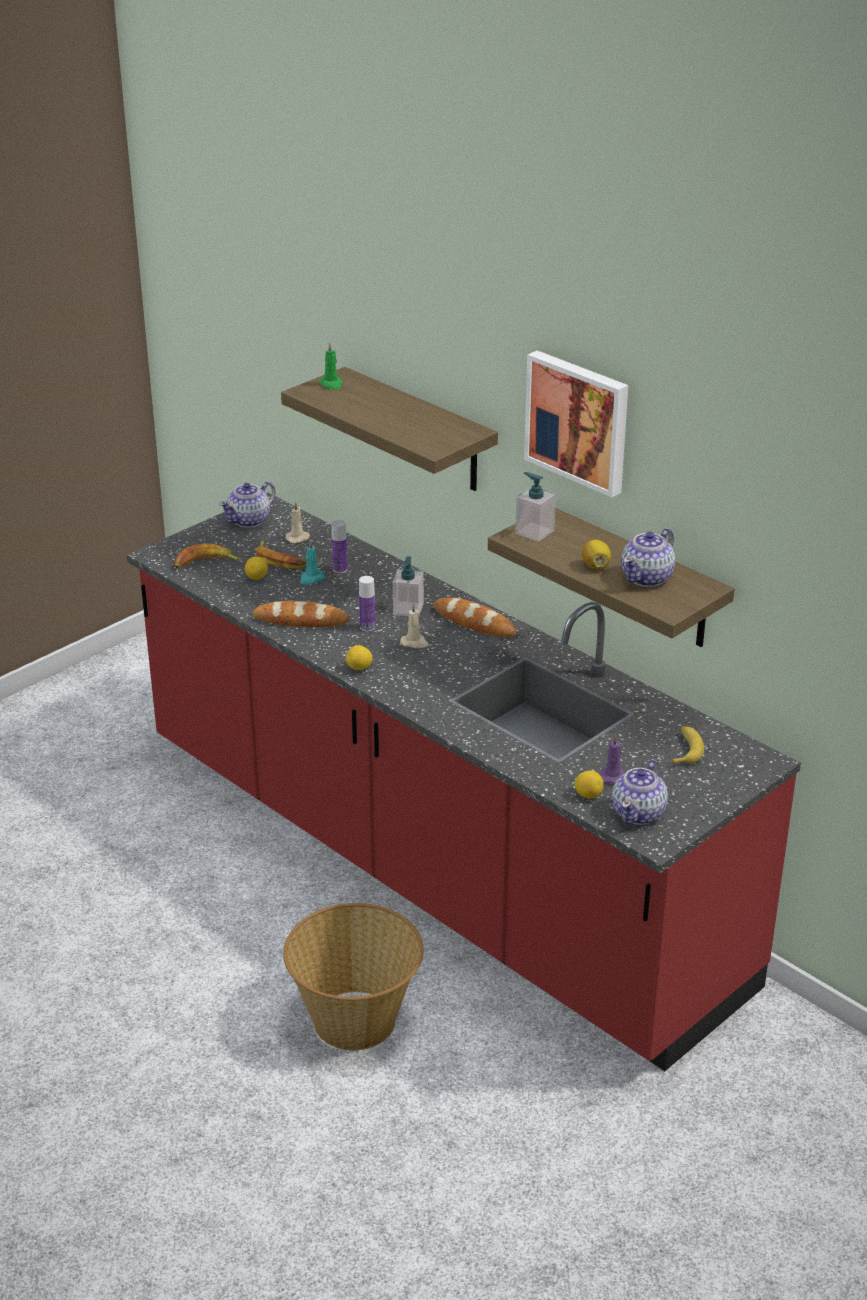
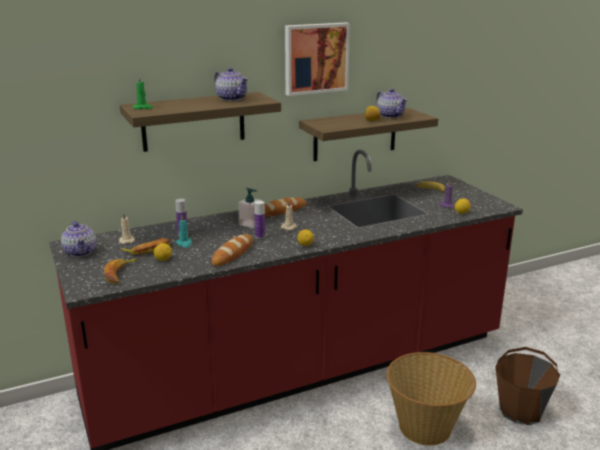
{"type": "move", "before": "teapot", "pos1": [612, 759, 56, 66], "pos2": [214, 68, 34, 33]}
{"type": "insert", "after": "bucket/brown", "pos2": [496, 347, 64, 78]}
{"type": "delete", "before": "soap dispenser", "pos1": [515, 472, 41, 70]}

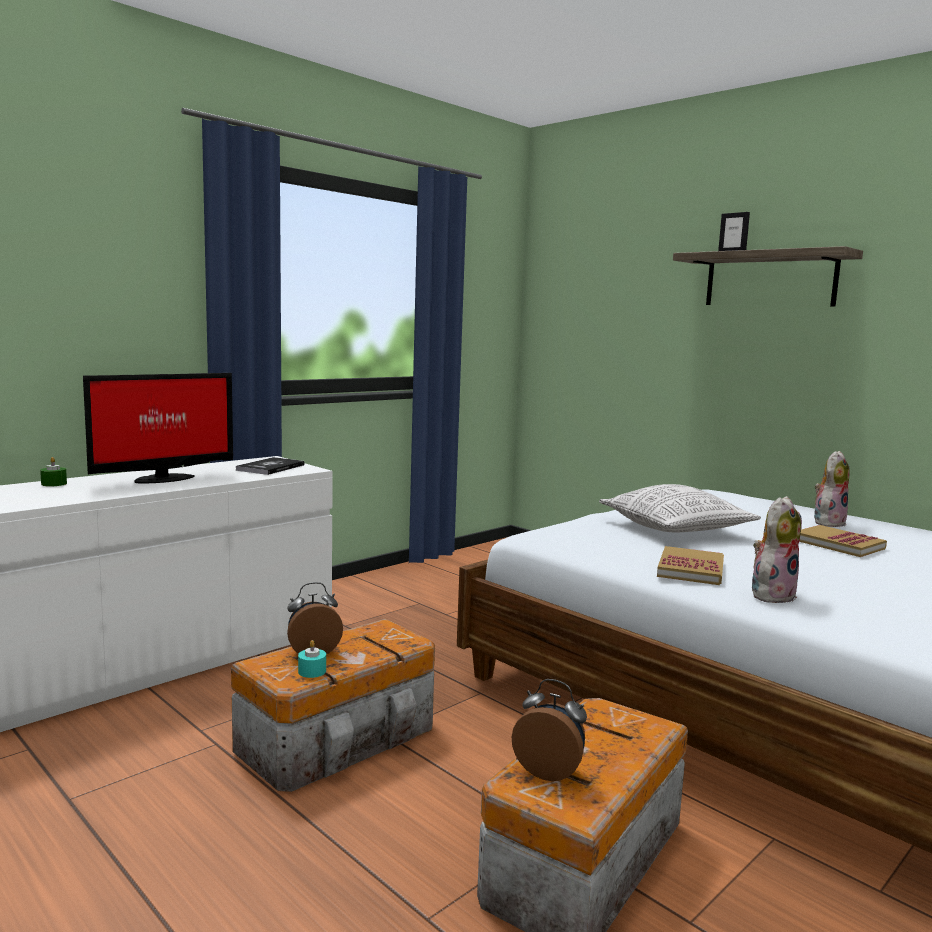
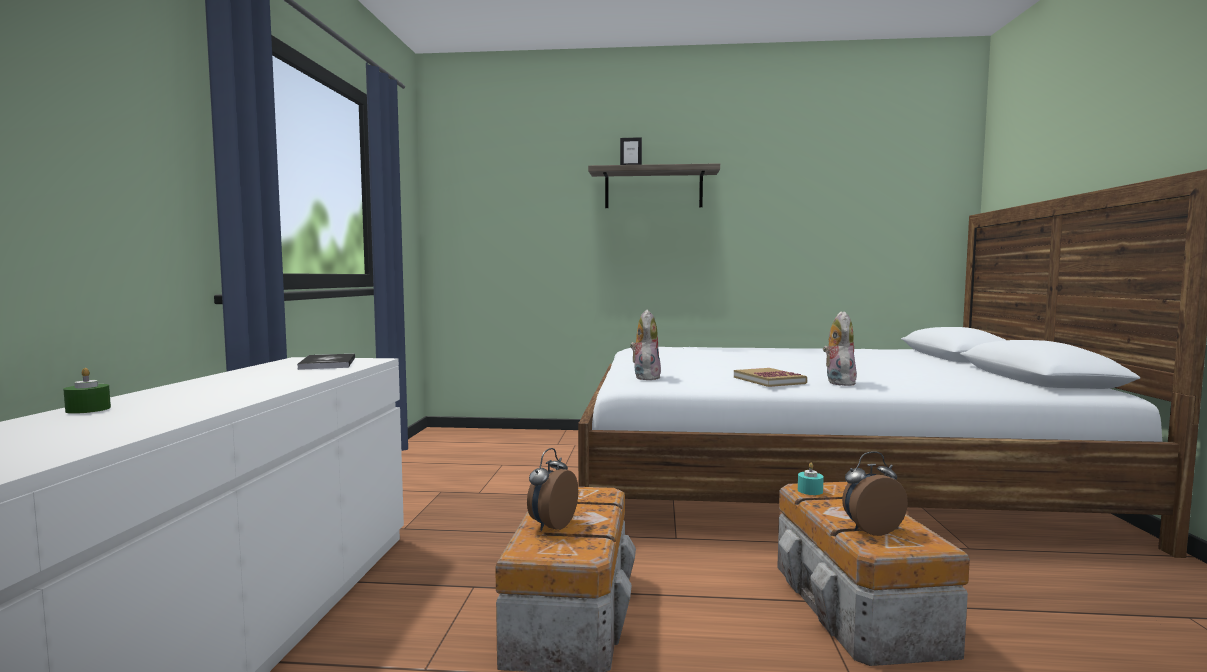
{"type": "move", "before": "plush toy", "pos1": [814, 451, 36, 76], "pos2": [630, 310, 31, 70]}
{"type": "move", "before": "candle/turquoise", "pos1": [298, 640, 28, 38], "pos2": [798, 463, 26, 32]}
{"type": "delete", "before": "monitor", "pos1": [83, 373, 150, 110]}
{"type": "delete", "before": "pillow", "pos1": [599, 484, 162, 48]}
{"type": "delete", "before": "book", "pos1": [799, 525, 88, 32]}

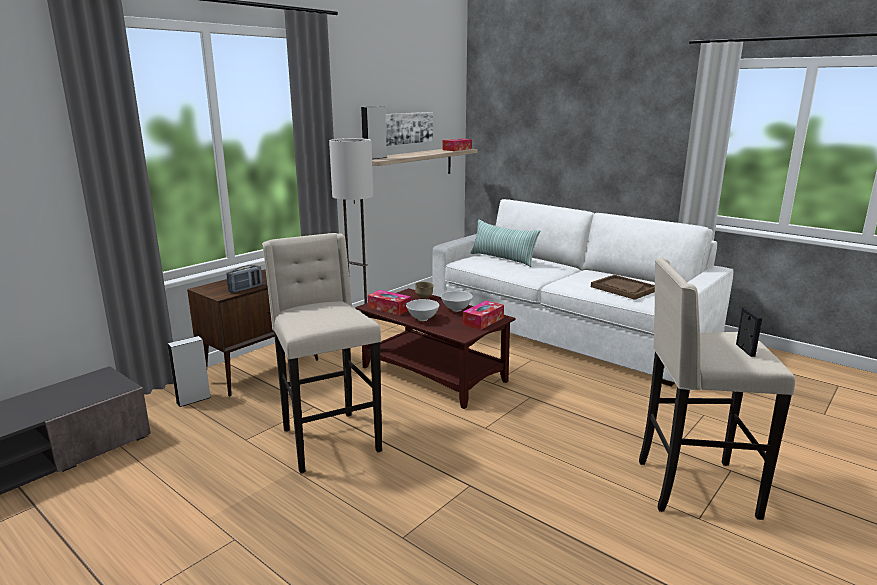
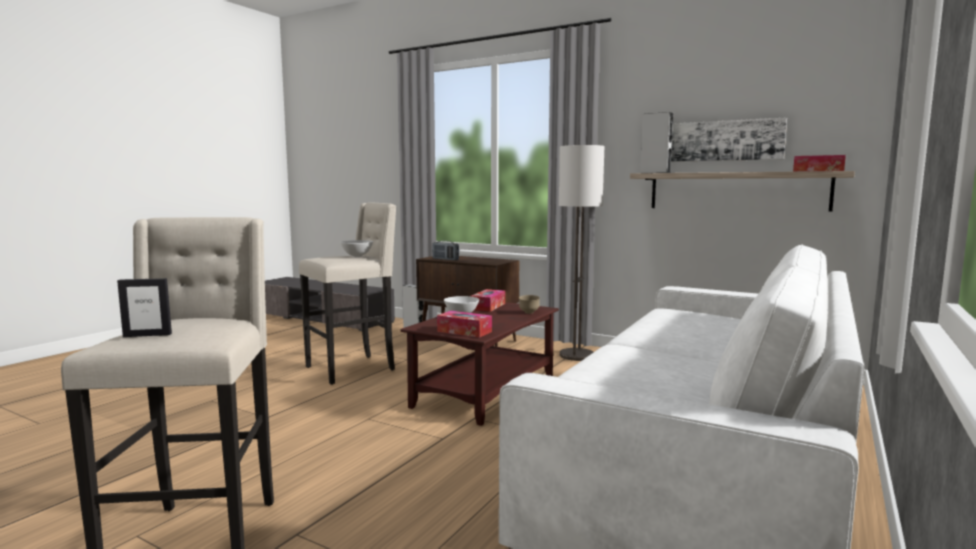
{"type": "move", "before": "bowl/white", "pos1": [441, 291, 32, 21], "pos2": [340, 240, 33, 17]}
{"type": "delete", "before": "pillow", "pos1": [471, 220, 69, 47]}
{"type": "delete", "before": "tray/brown", "pos1": [591, 275, 64, 25]}

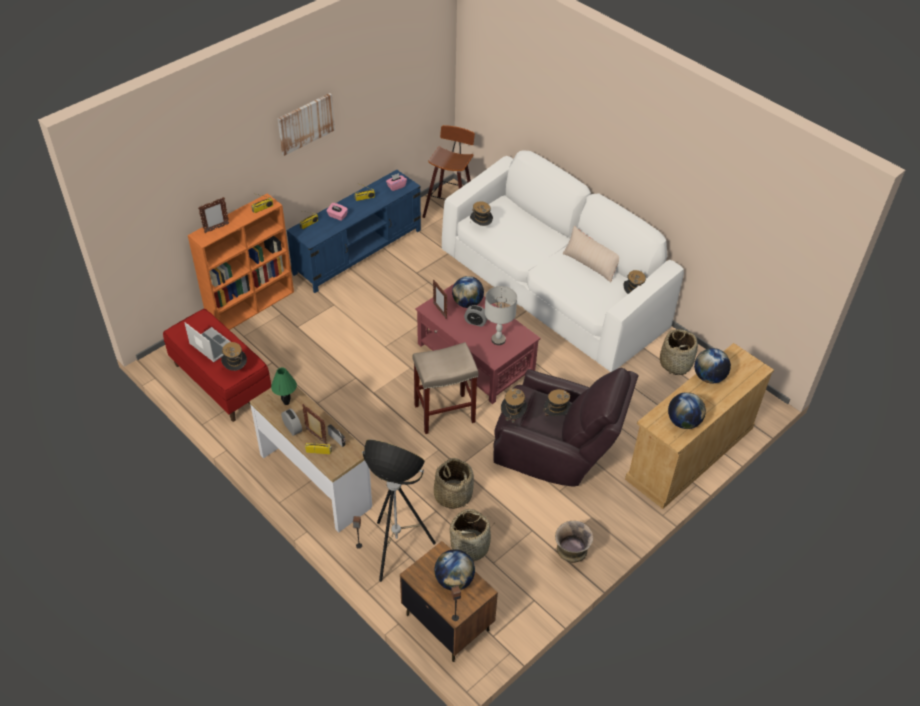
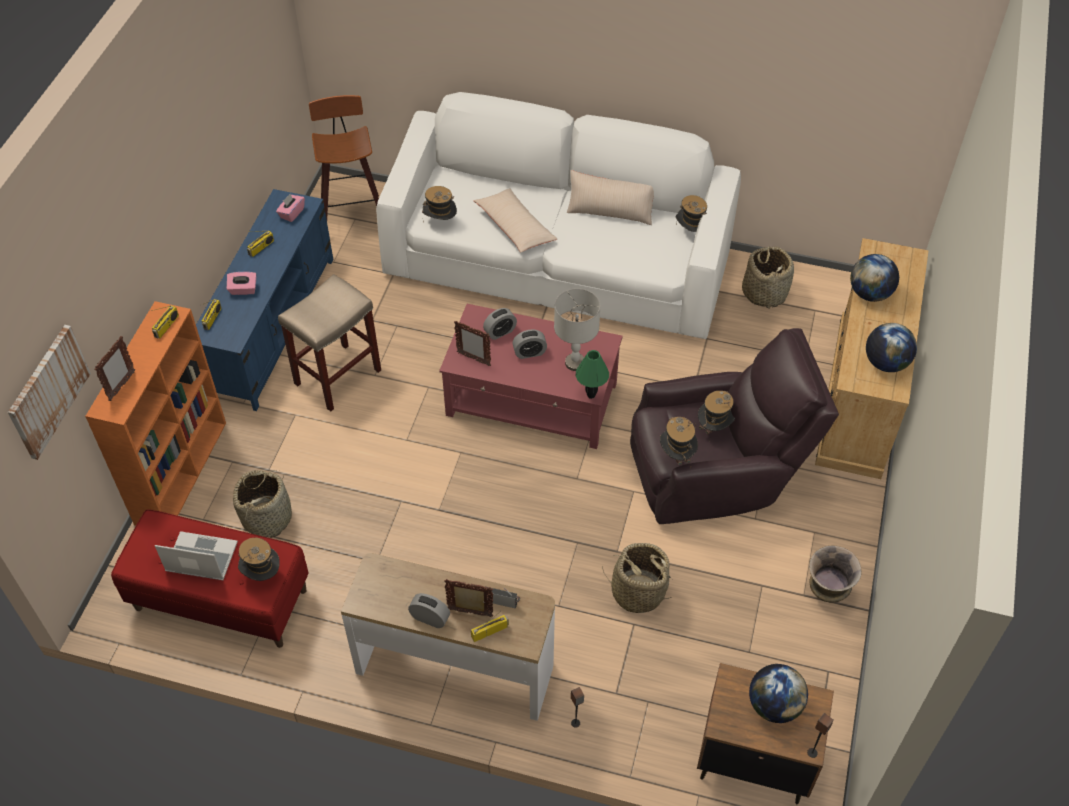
{"type": "move", "before": "picture", "pos1": [278, 93, 57, 63], "pos2": [8, 325, 83, 135]}
{"type": "move", "before": "basket", "pos1": [450, 509, 44, 53], "pos2": [233, 470, 59, 68]}
{"type": "move", "before": "stool/beige", "pos1": [412, 342, 67, 92], "pos2": [278, 274, 103, 138]}
{"type": "insert", "after": "pillow/beige", "pos2": [473, 188, 84, 64]}
{"type": "replace", "before": "globe", "after": "alarm clock", "pos1": [452, 276, 32, 32], "pos2": [483, 308, 34, 32]}
{"type": "move", "before": "table lamp/green", "pos1": [271, 367, 26, 38], "pos2": [576, 350, 33, 49]}
{"type": "delete", "before": "floor lamp", "pos1": [362, 439, 74, 143]}

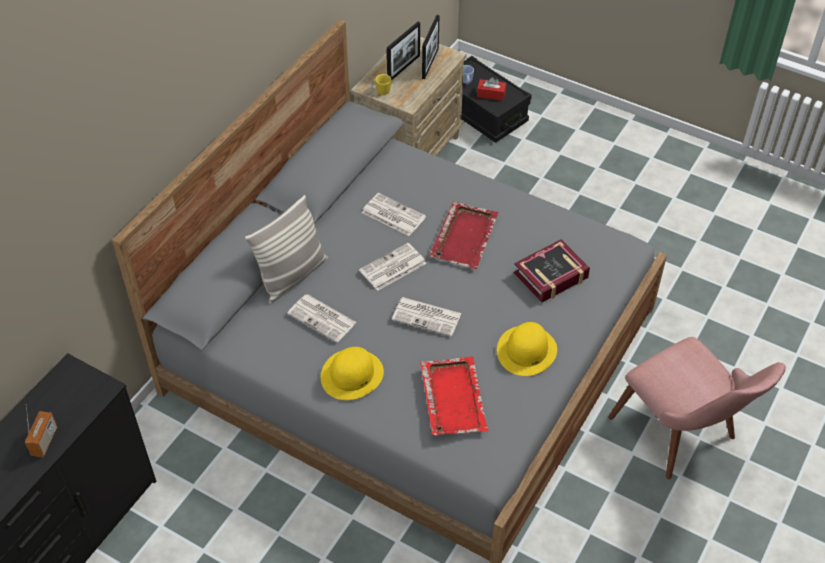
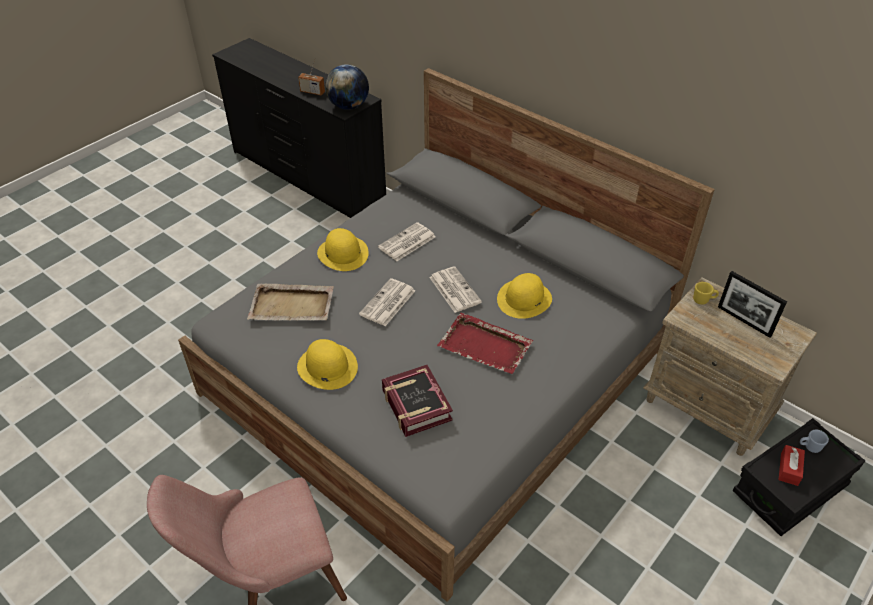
{"type": "recolor", "before": "tray/red", "after": "tray/beige", "pos1": [420, 357, 69, 78], "pos2": [247, 284, 87, 37]}
{"type": "insert", "after": "globe", "pos2": [325, 64, 44, 46]}
{"type": "replace", "before": "newspaper", "after": "hat/yellow", "pos1": [362, 193, 64, 43], "pos2": [497, 273, 55, 46]}
{"type": "delete", "before": "pillow", "pos1": [245, 195, 83, 109]}
{"type": "delete", "before": "picture frame", "pos1": [422, 15, 17, 64]}

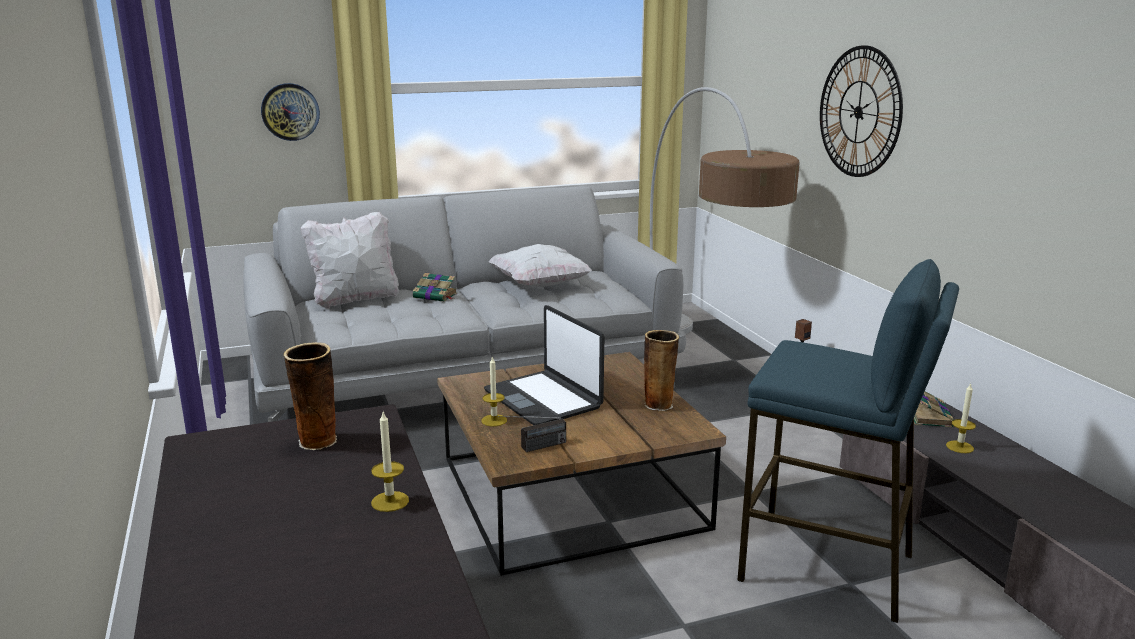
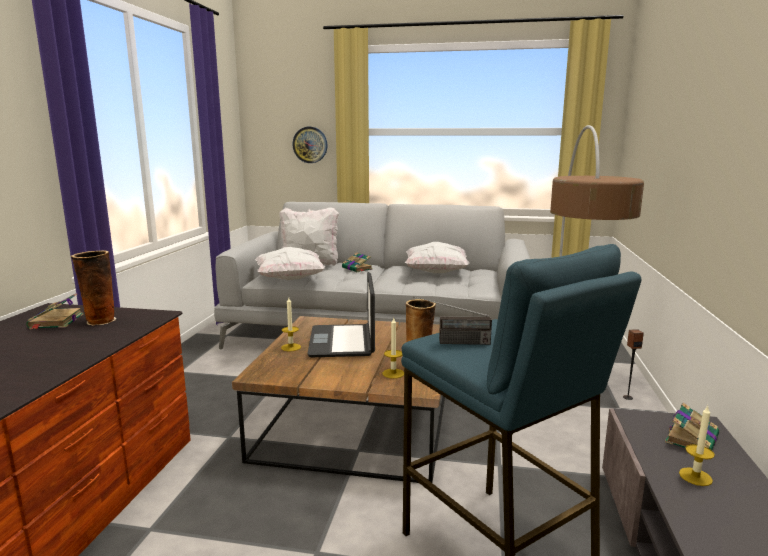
{"type": "insert", "after": "book", "pos2": [26, 293, 58, 36]}
{"type": "insert", "after": "pillow/white", "pos2": [255, 247, 70, 33]}
{"type": "move", "before": "candle", "pos1": [371, 412, 38, 100], "pos2": [382, 318, 22, 61]}
{"type": "move", "before": "radio", "pos1": [498, 416, 68, 36], "pos2": [413, 296, 79, 49]}
{"type": "delete", "before": "wall clock", "pos1": [820, 45, 83, 132]}

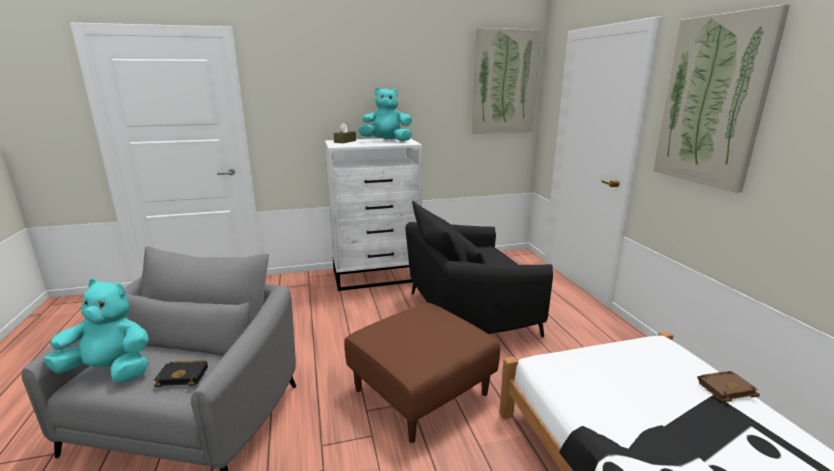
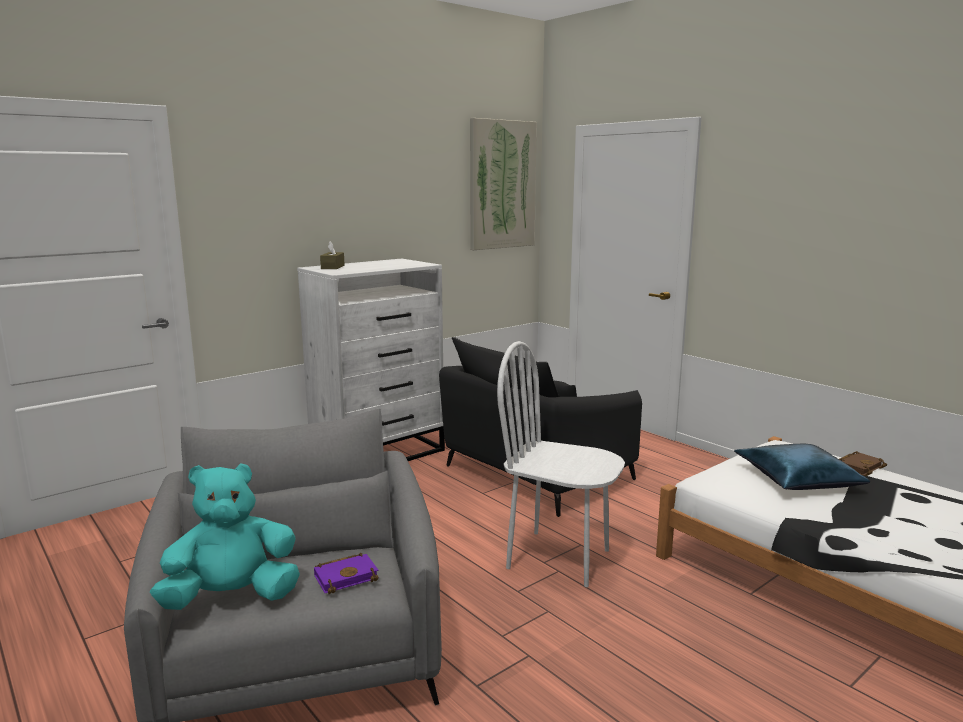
{"type": "recolor", "before": "book/black", "after": "book/purple", "pos1": [154, 360, 54, 27], "pos2": [314, 553, 65, 41]}
{"type": "replace", "before": "ottoman/brown", "after": "chair/white", "pos1": [345, 303, 155, 140], "pos2": [497, 341, 128, 246]}
{"type": "insert", "after": "pillow/blue", "pos2": [734, 444, 136, 46]}
{"type": "delete", "before": "plush toy/turquoise", "pos1": [358, 88, 54, 53]}
{"type": "delete", "before": "picture", "pos1": [653, 4, 137, 189]}

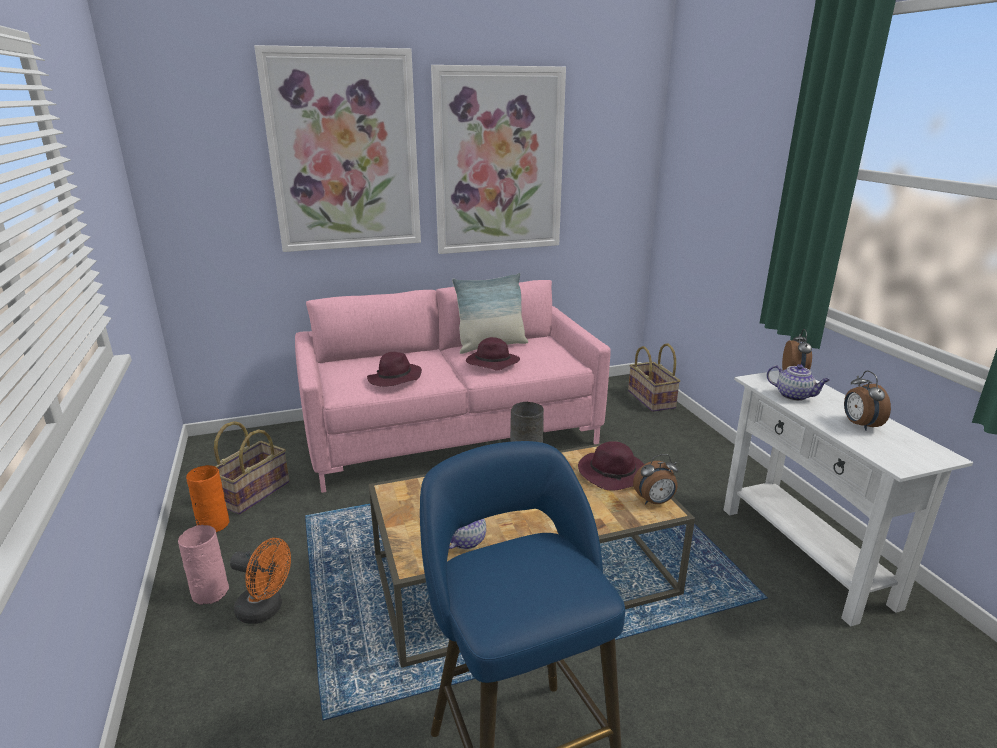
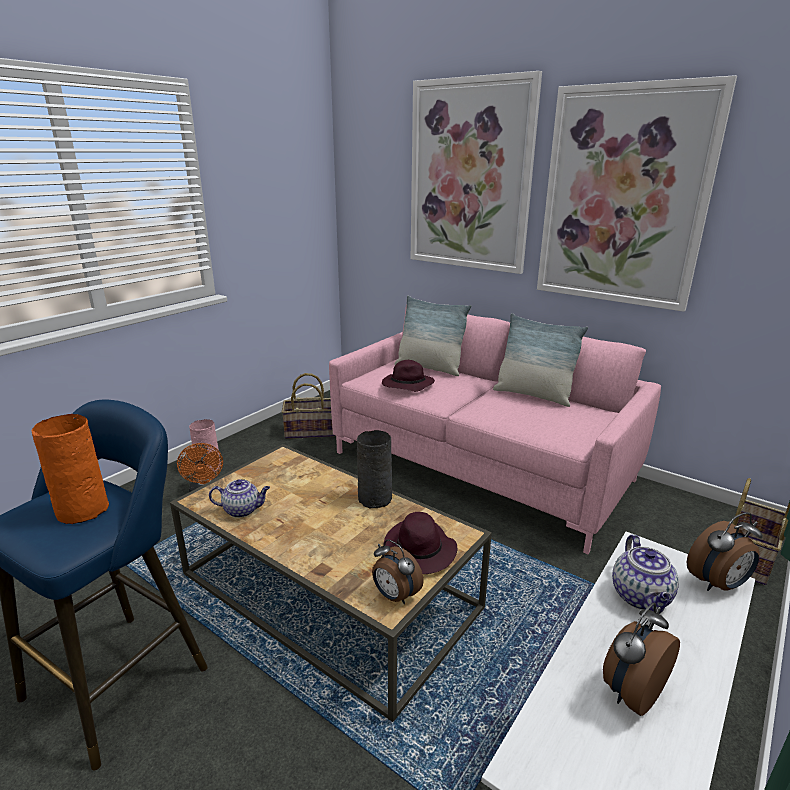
{"type": "move", "before": "vase/orange", "pos1": [186, 465, 43, 67], "pos2": [32, 414, 77, 110]}
{"type": "insert", "after": "pillow", "pos2": [394, 296, 77, 80]}
{"type": "delete", "before": "hat/purple", "pos1": [466, 337, 54, 34]}

